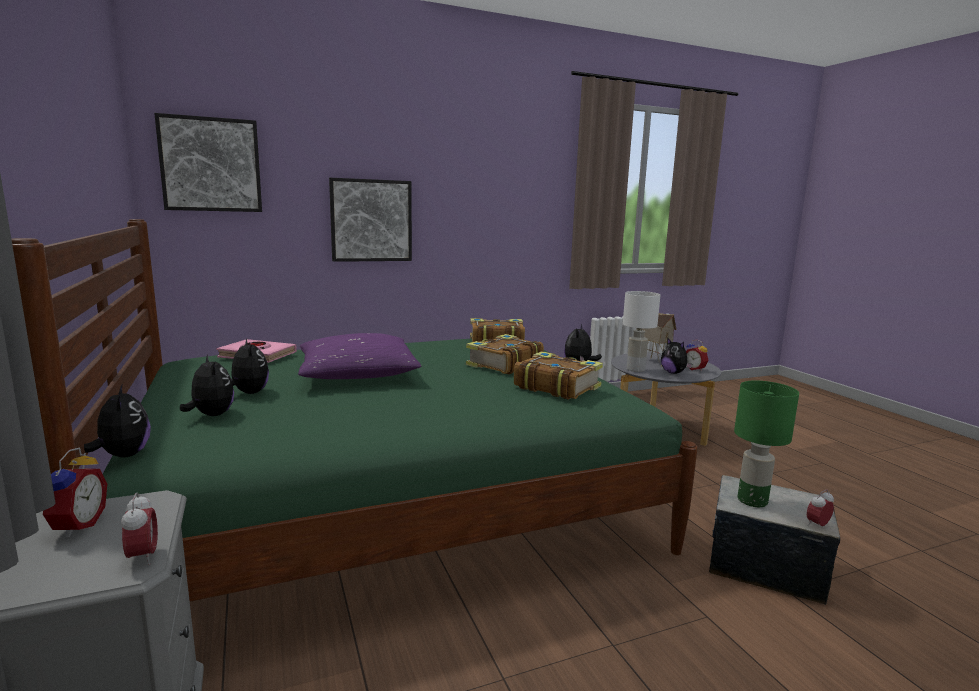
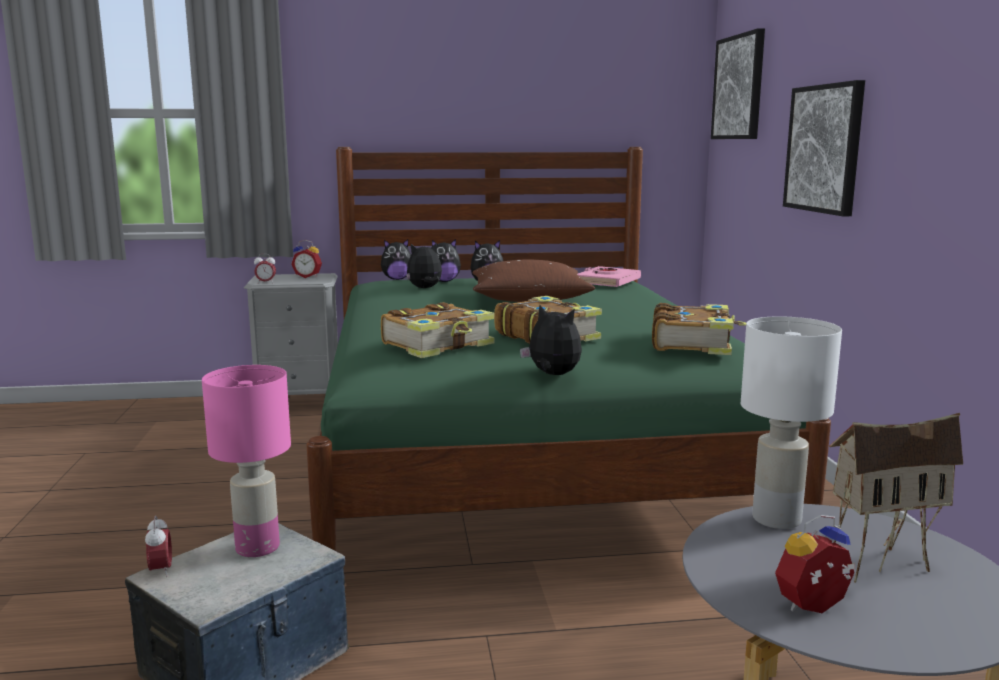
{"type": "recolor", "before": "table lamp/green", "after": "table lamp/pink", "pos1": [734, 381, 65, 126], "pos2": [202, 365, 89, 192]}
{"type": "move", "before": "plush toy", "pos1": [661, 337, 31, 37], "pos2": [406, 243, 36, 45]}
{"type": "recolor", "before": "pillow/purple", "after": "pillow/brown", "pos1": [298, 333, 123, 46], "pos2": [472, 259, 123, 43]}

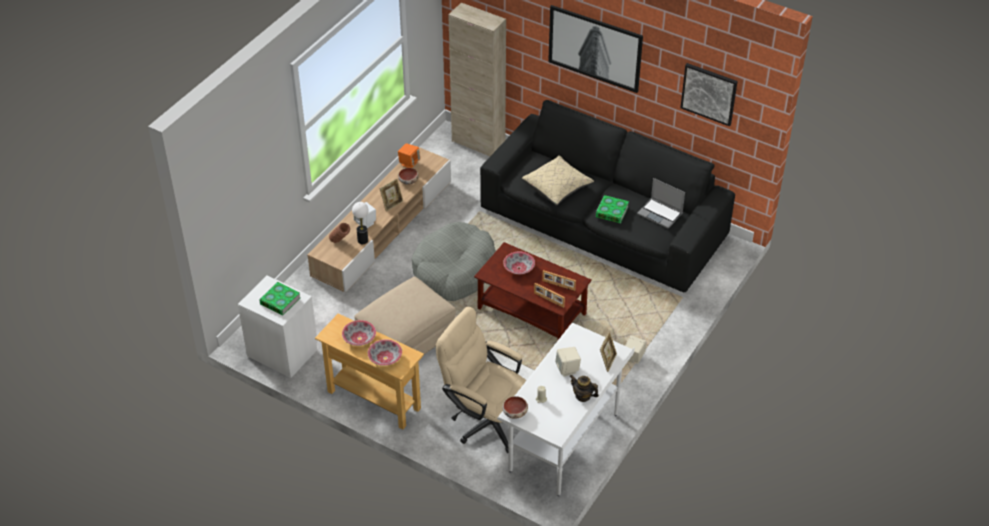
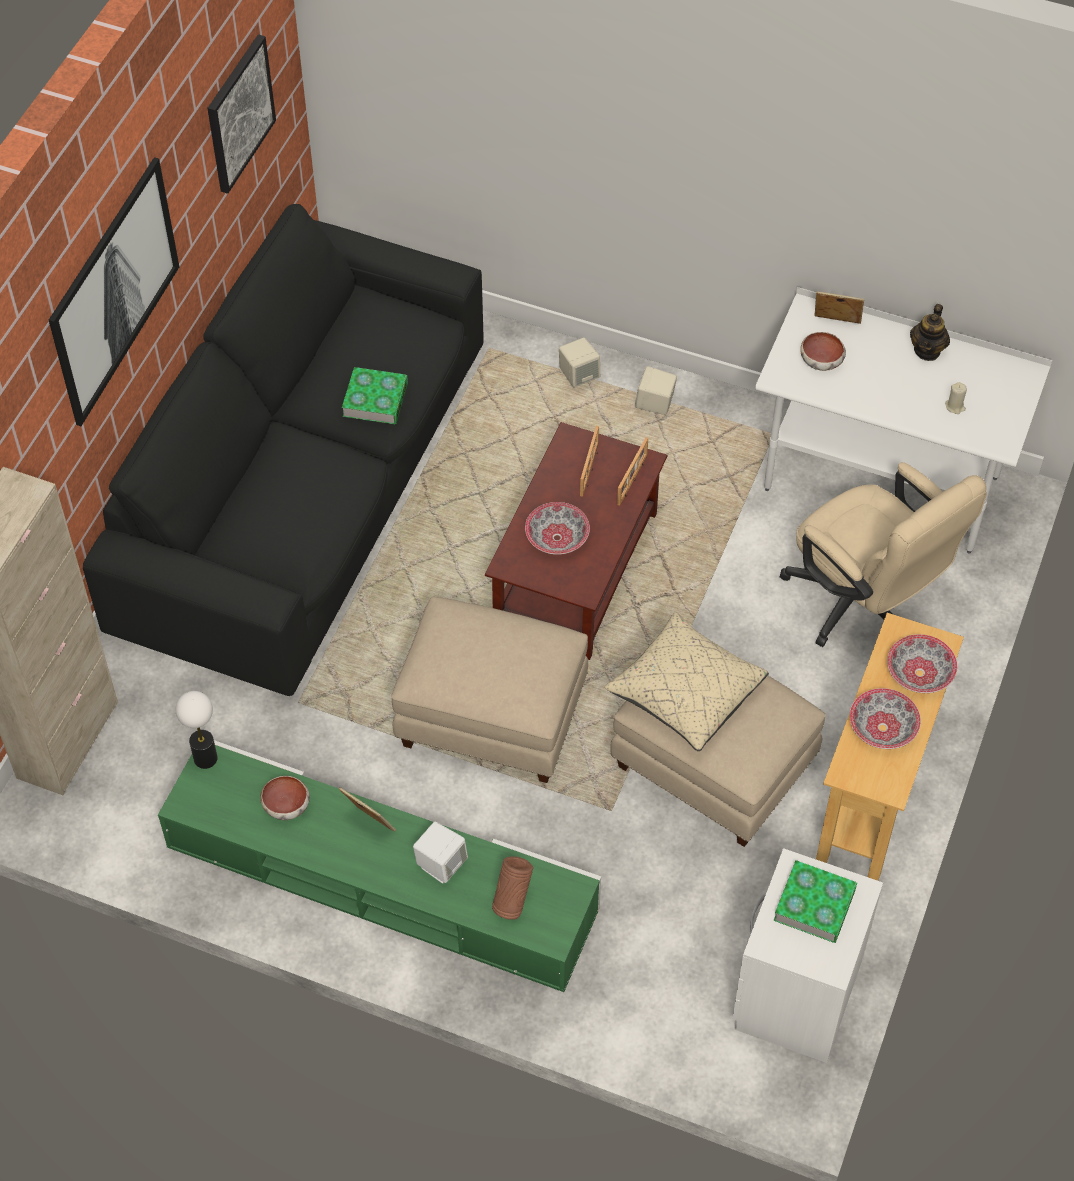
{"type": "recolor", "before": "tv stand/beige", "after": "tv stand/green", "pos1": [307, 147, 144, 146], "pos2": [158, 740, 443, 252]}
{"type": "move", "before": "table lamp", "pos1": [352, 202, 16, 42], "pos2": [175, 691, 43, 78]}
{"type": "replace", "before": "dog bed/grey", "after": "ottoman/beige", "pos1": [412, 222, 84, 79], "pos2": [391, 597, 197, 186]}
{"type": "move", "before": "speaker/beige", "pos1": [555, 347, 26, 30], "pos2": [559, 337, 41, 51]}
{"type": "move", "before": "pillow/beige", "pos1": [522, 155, 72, 50], "pos2": [605, 612, 164, 139]}
{"type": "rotate", "before": "office chair/beige", "pos1": [436, 307, 90, 146], "pos2": [780, 462, 207, 185], "turn": -60}
{"type": "move", "before": "bowl", "pos1": [502, 396, 26, 23], "pos2": [800, 332, 46, 39]}
{"type": "delete", "before": "speaker/orange", "pos1": [398, 143, 22, 25]}
{"type": "delete", "before": "laptop", "pos1": [637, 178, 48, 51]}

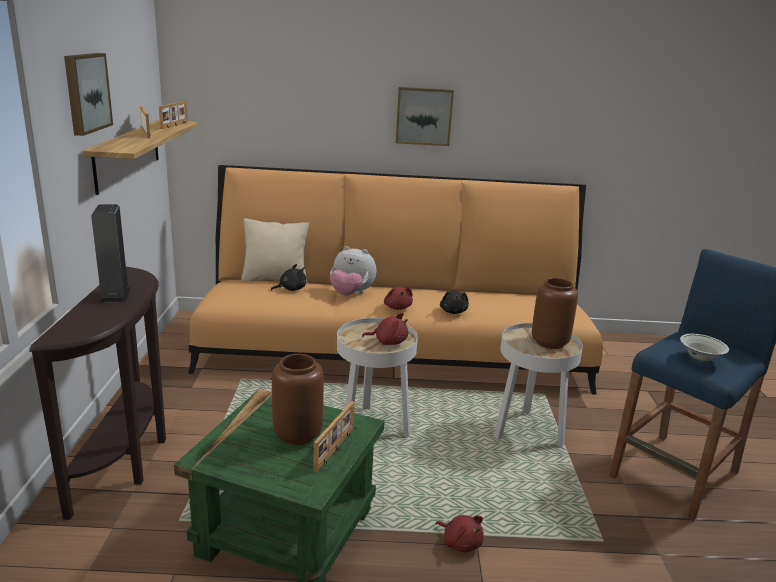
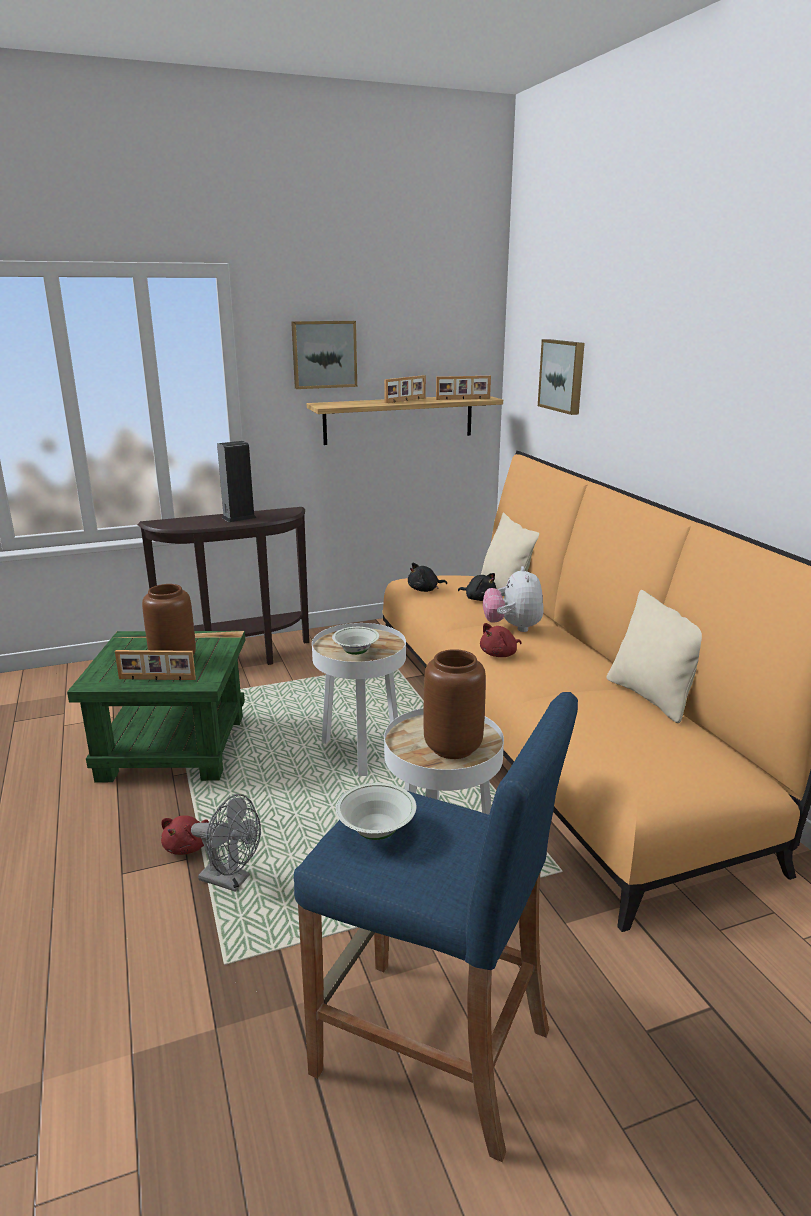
{"type": "insert", "after": "fan/grey", "pos2": [191, 794, 70, 97]}
{"type": "replace", "before": "plush toy/red", "after": "bowl/white", "pos1": [362, 313, 46, 32], "pos2": [332, 627, 47, 28]}
{"type": "move", "before": "plush toy/black", "pos1": [440, 291, 29, 23], "pos2": [408, 563, 39, 29]}
{"type": "move", "before": "picture", "pos1": [396, 87, 58, 59], "pos2": [538, 339, 47, 76]}
{"type": "insert", "after": "pillow/beige", "pos2": [606, 590, 96, 133]}

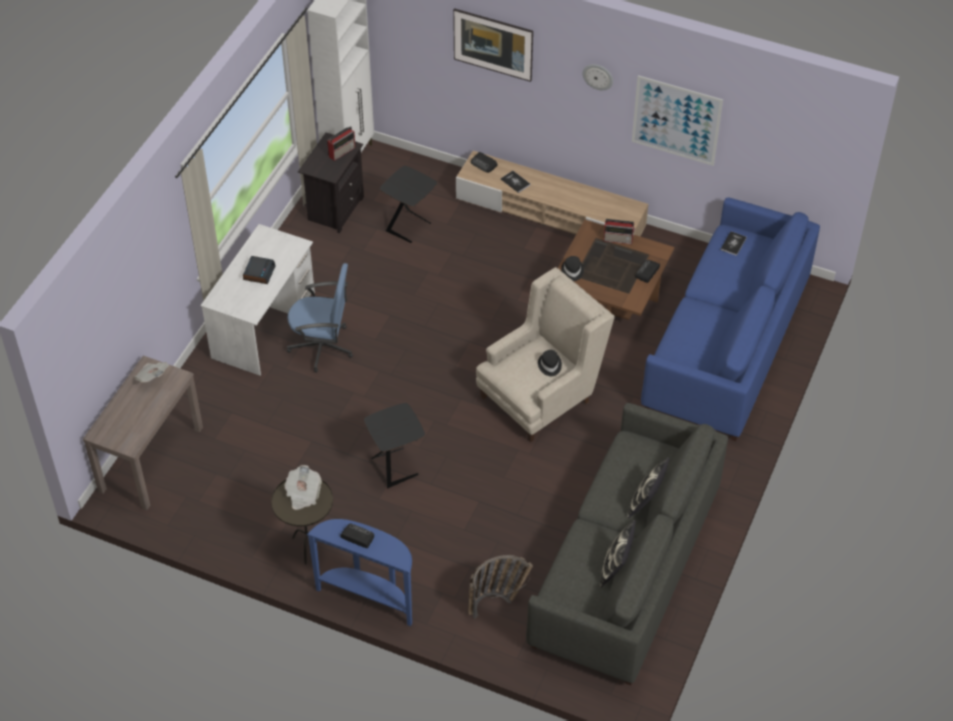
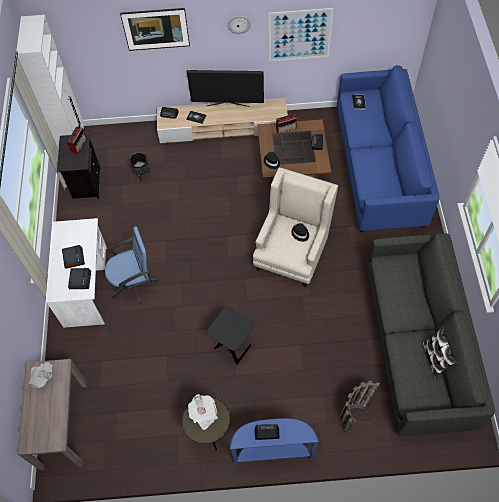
{"type": "insert", "after": "alarm clock", "pos2": [68, 268, 23, 21]}
{"type": "replace", "before": "side table/black", "after": "planter/black", "pos1": [380, 166, 57, 77], "pos2": [129, 152, 21, 29]}
{"type": "insert", "after": "television", "pos2": [187, 70, 77, 37]}
{"type": "delete", "before": "pillow", "pos1": [627, 458, 42, 60]}

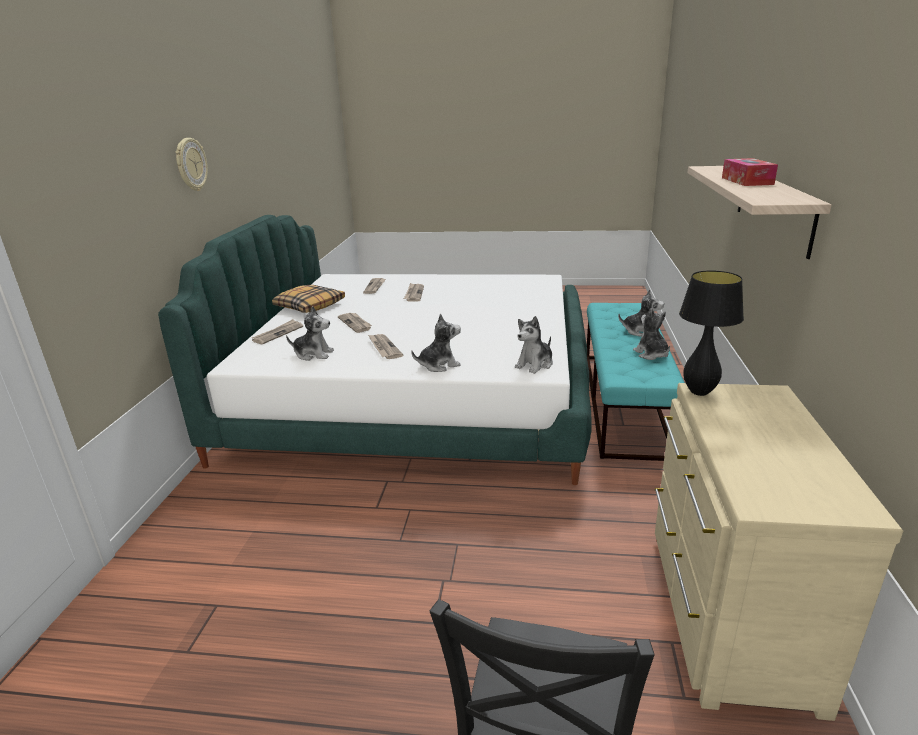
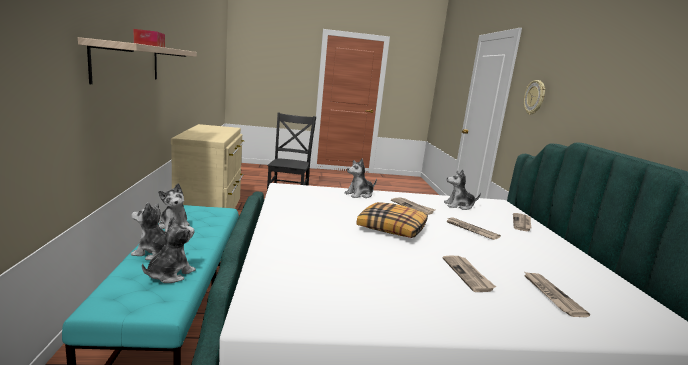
{"type": "move", "before": "plush toy", "pos1": [515, 316, 38, 58], "pos2": [142, 216, 54, 67]}
{"type": "move", "before": "pillow", "pos1": [272, 285, 73, 28], "pos2": [356, 202, 72, 36]}
{"type": "move", "before": "wall clock", "pos1": [176, 138, 32, 53], "pos2": [524, 80, 21, 35]}
{"type": "delete", "before": "table lamp/black", "pos1": [679, 270, 65, 126]}

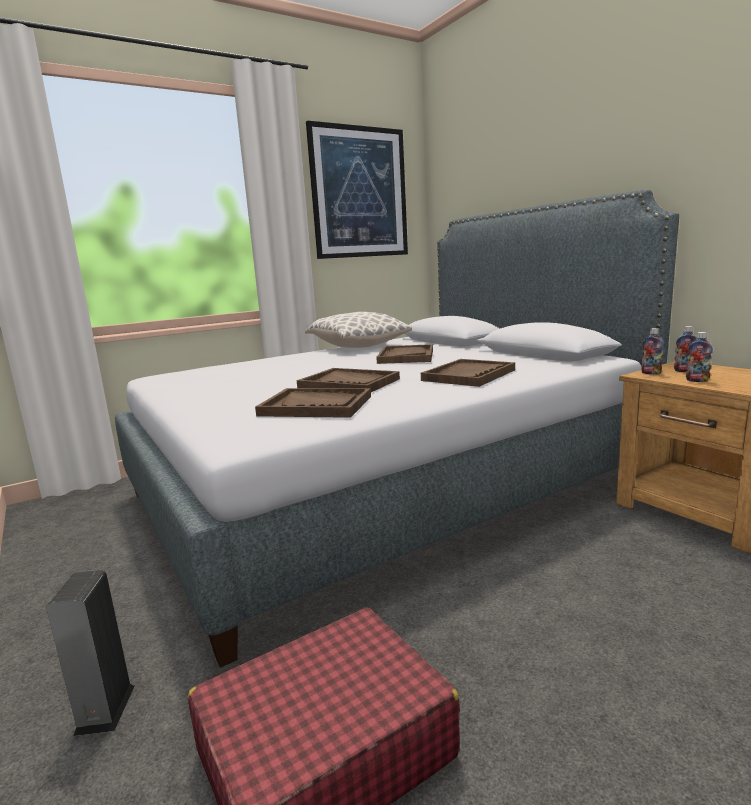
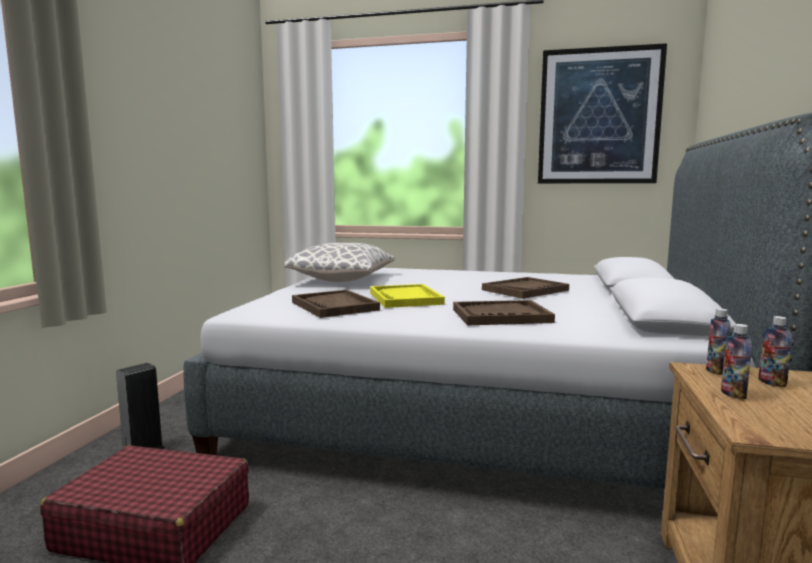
{"type": "move", "before": "pillow", "pos1": [305, 312, 107, 36], "pos2": [284, 243, 110, 39]}
{"type": "recolor", "before": "tray/brown", "after": "tray/yellow", "pos1": [297, 368, 103, 24], "pos2": [370, 284, 75, 24]}

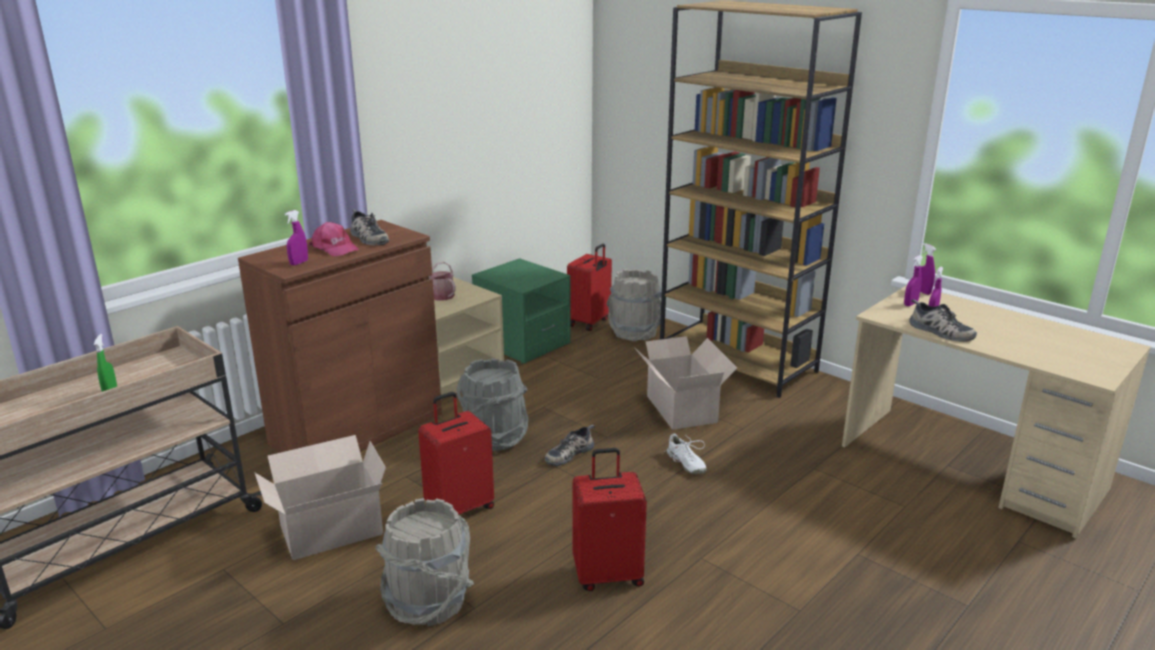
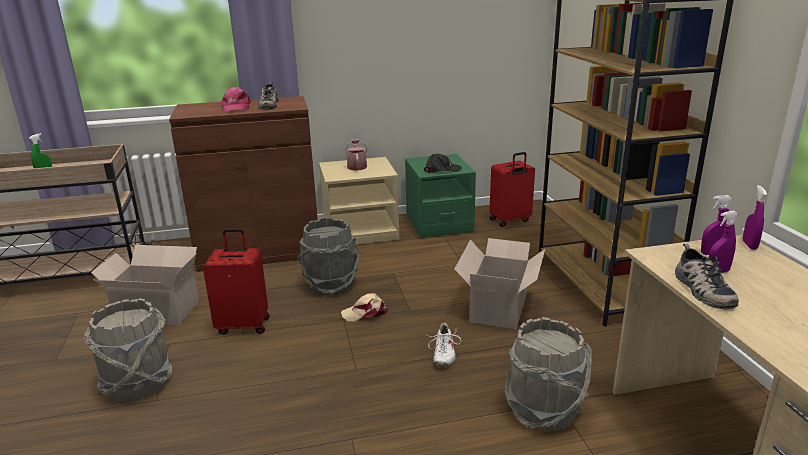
{"type": "replace", "before": "shoe", "after": "cap/beige", "pos1": [545, 425, 50, 41], "pos2": [341, 293, 47, 29]}
{"type": "insert", "after": "cap/black", "pos2": [424, 154, 37, 19]}
{"type": "move", "before": "bucket/grey", "pos1": [606, 269, 56, 72], "pos2": [504, 317, 88, 115]}
{"type": "delete", "before": "spray bottle/purple", "pos1": [285, 210, 23, 55]}
{"type": "delete", "before": "suitcase/red", "pos1": [572, 448, 75, 143]}

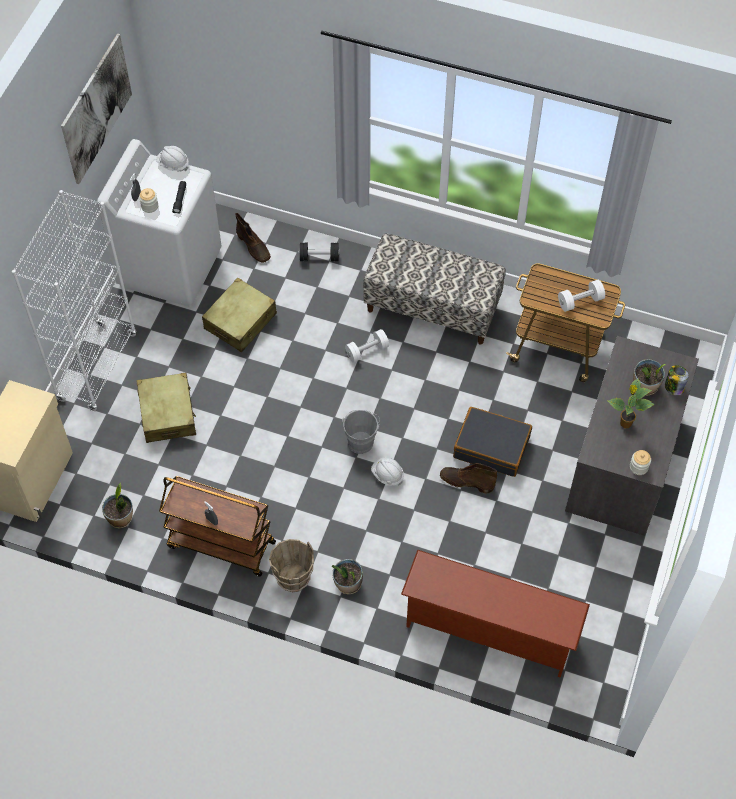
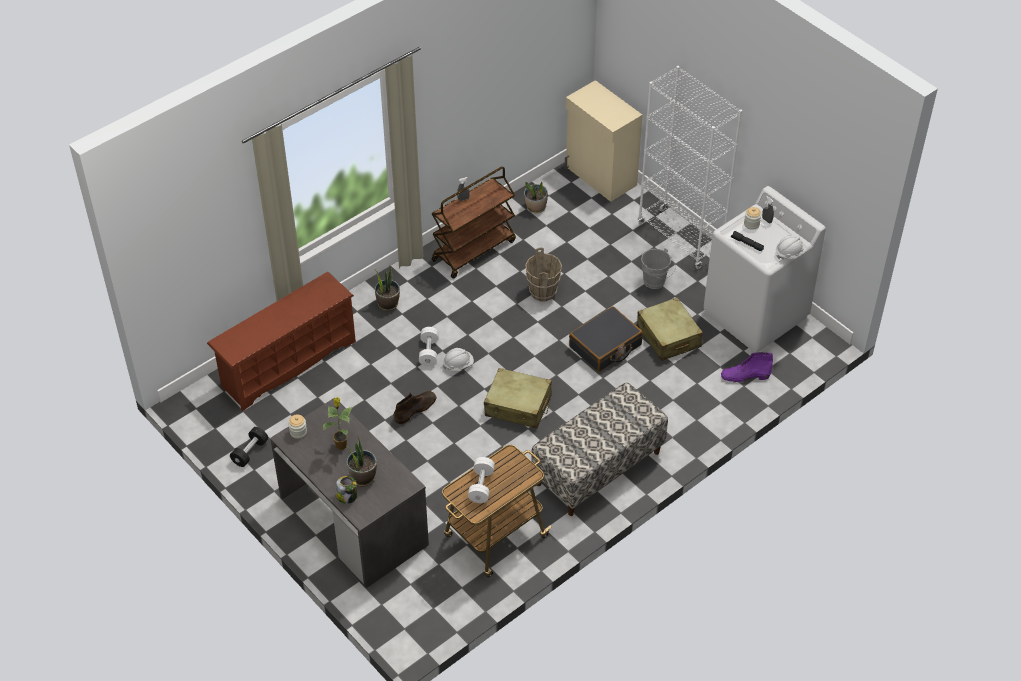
{"type": "move", "before": "dumbbell/black", "pos1": [299, 243, 40, 18], "pos2": [230, 427, 38, 40]}
{"type": "move", "before": "dumbbell/white", "pos1": [345, 329, 44, 34], "pos2": [419, 327, 20, 39]}
{"type": "move", "before": "suitcase/beige", "pos1": [137, 373, 59, 70], "pos2": [484, 368, 68, 61]}
{"type": "move", "before": "bucket/brown", "pos1": [269, 539, 45, 53], "pos2": [525, 248, 37, 53]}
{"type": "move", "before": "suitcase/black", "pos1": [453, 407, 79, 70], "pos2": [569, 306, 74, 66]}
{"type": "move", "before": "bucket/grey", "pos1": [342, 410, 38, 44], "pos2": [641, 248, 35, 41]}
{"type": "recolor", "before": "boot/brown", "after": "boot/purple", "pos1": [235, 213, 36, 50], "pos2": [721, 352, 52, 31]}
{"type": "delete", "before": "picture", "pos1": [61, 33, 71, 151]}

